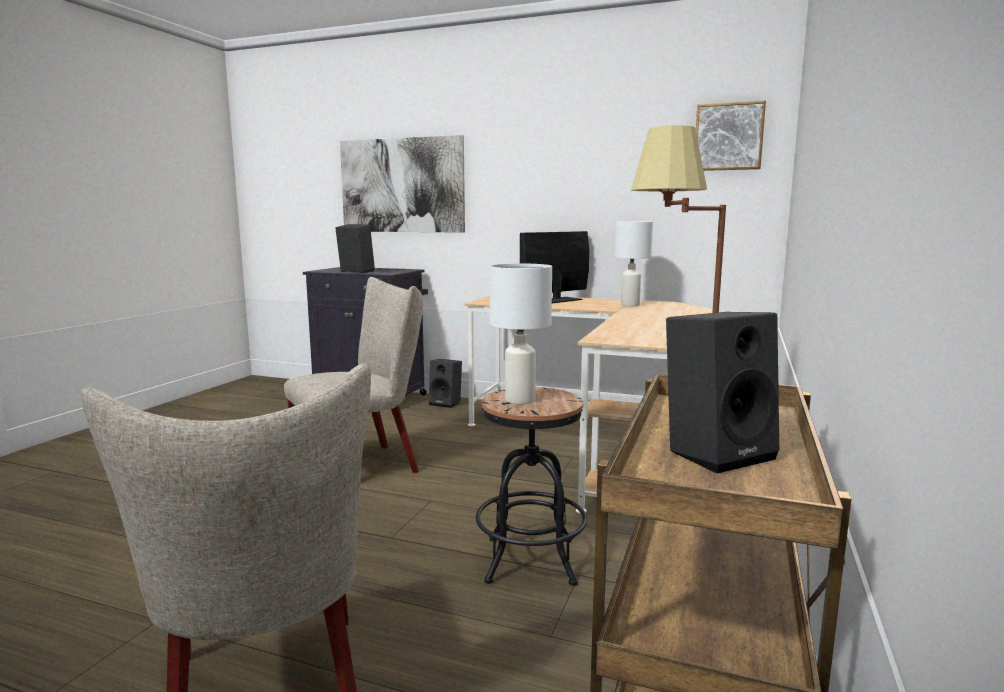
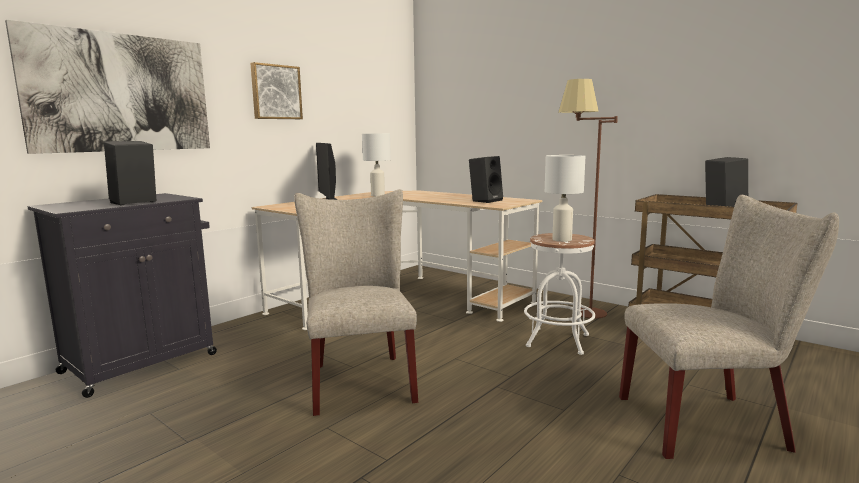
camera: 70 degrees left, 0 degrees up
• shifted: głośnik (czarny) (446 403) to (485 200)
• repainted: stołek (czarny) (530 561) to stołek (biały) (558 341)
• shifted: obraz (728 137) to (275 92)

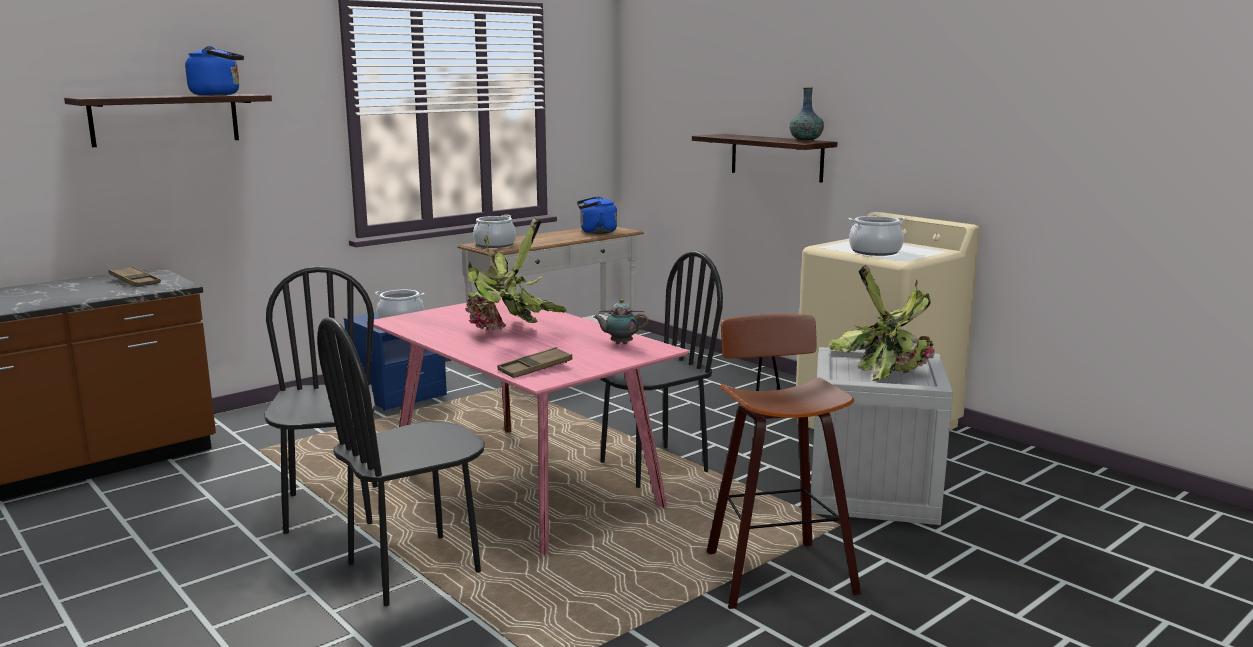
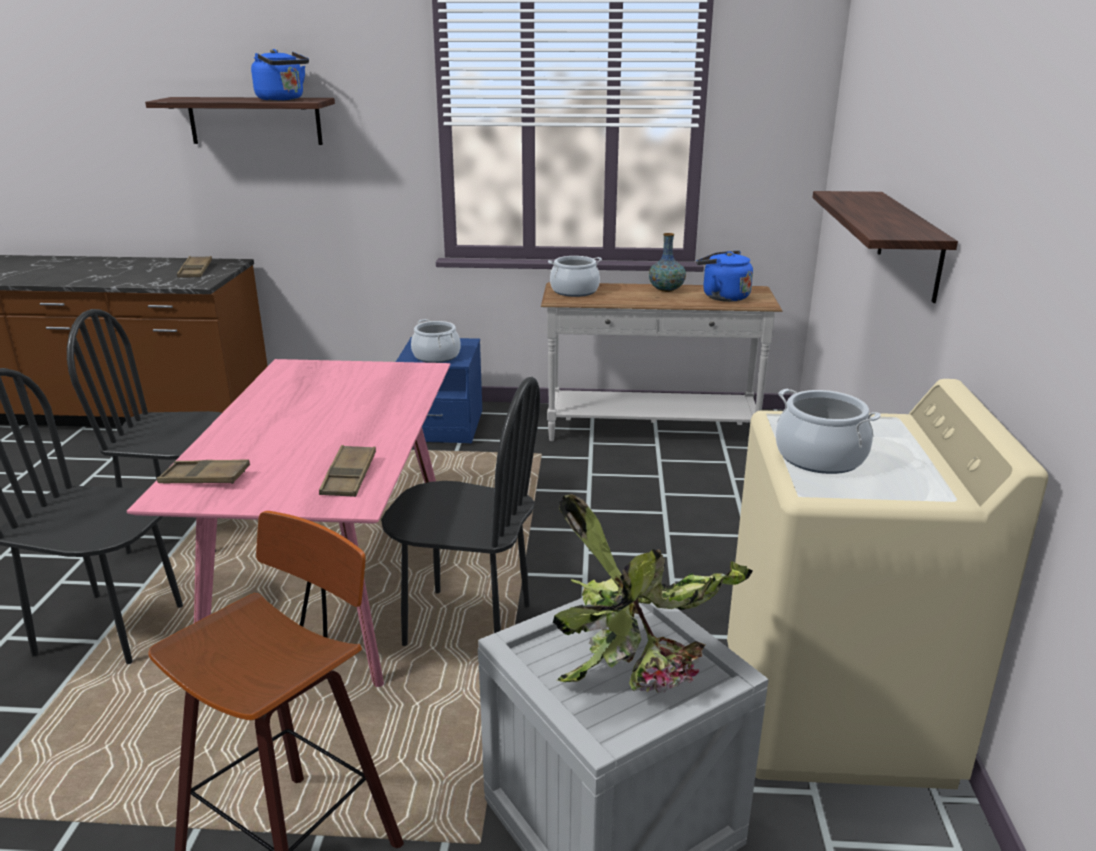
camera: 45 degrees right, 10 degrees up
• rotated: krzesło (czarny) (331 509) = (187 531) 120 degrees counterclockwise
• gone: roślina doniczkowa (508 332)
• swapped: imbryk (620 344) to taca (brązowy) (349 476)
• shifted: wazon (805 141) to (666 289)

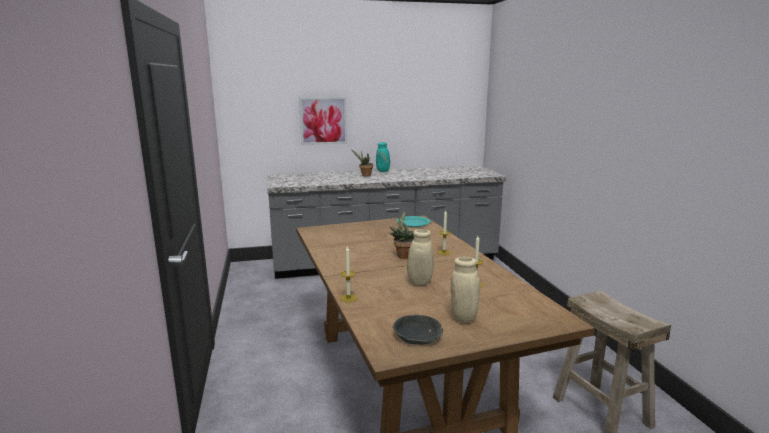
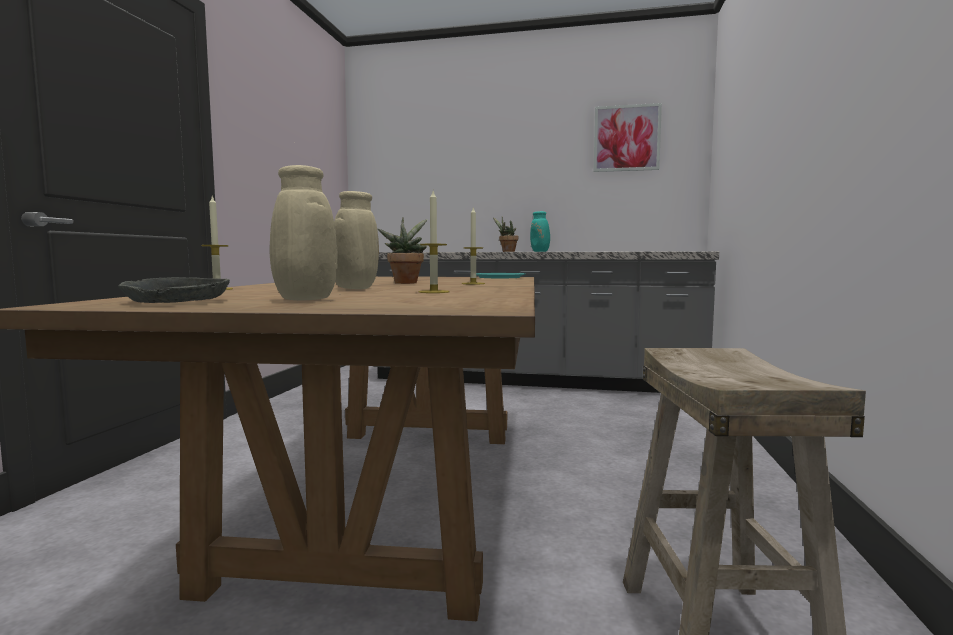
camera: 25 degrees right, 10 degrees down
• shifted: obraz (323 120) to (626 138)

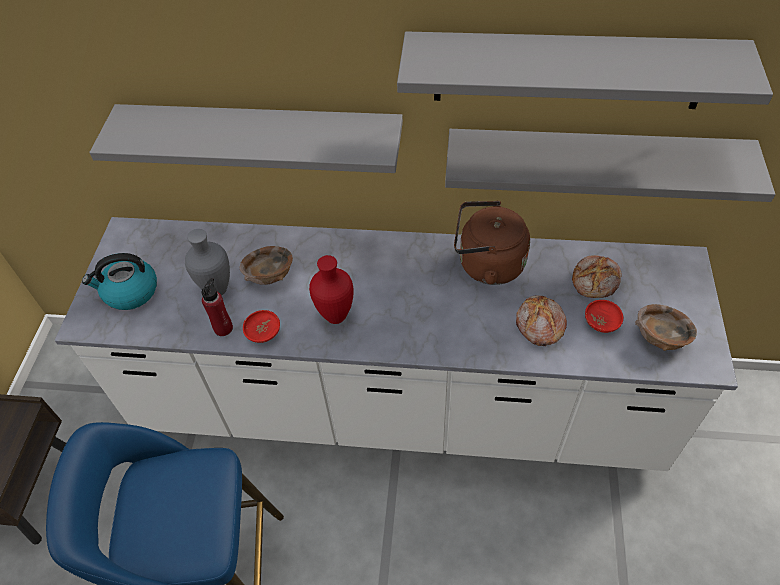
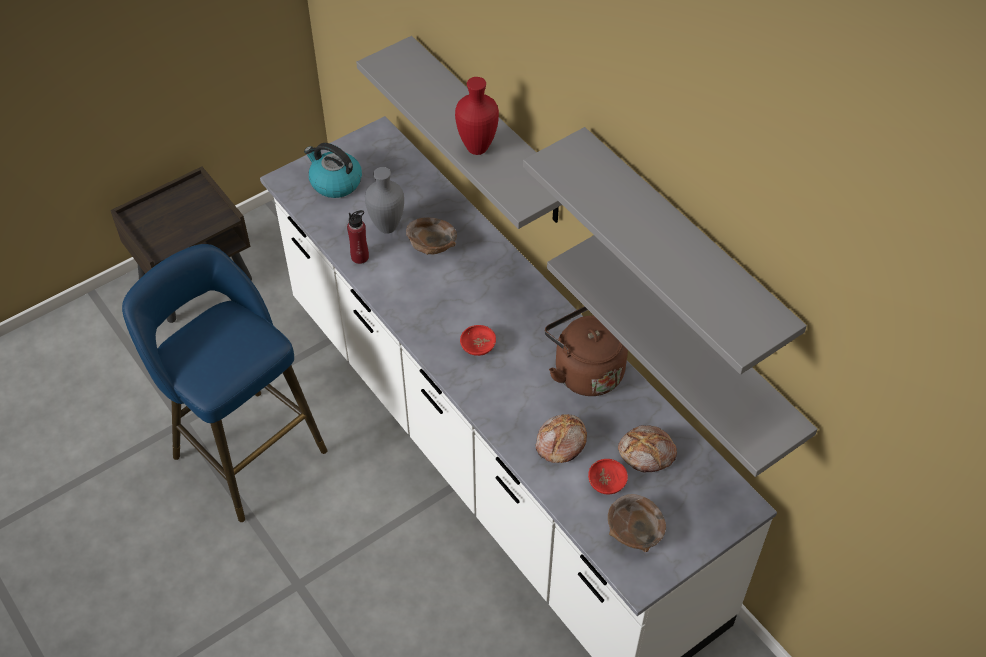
camera: 45 degrees right, 0 degrees up
• shifted: miska (czerwony) (263 332) to (478 347)
• shifted: wazon (czerwony) (337 317) to (477 149)

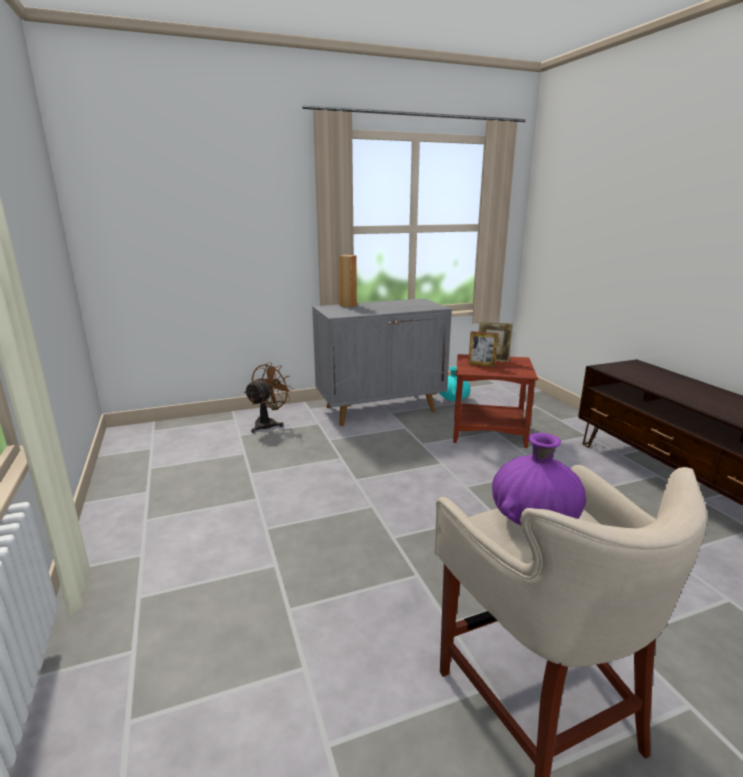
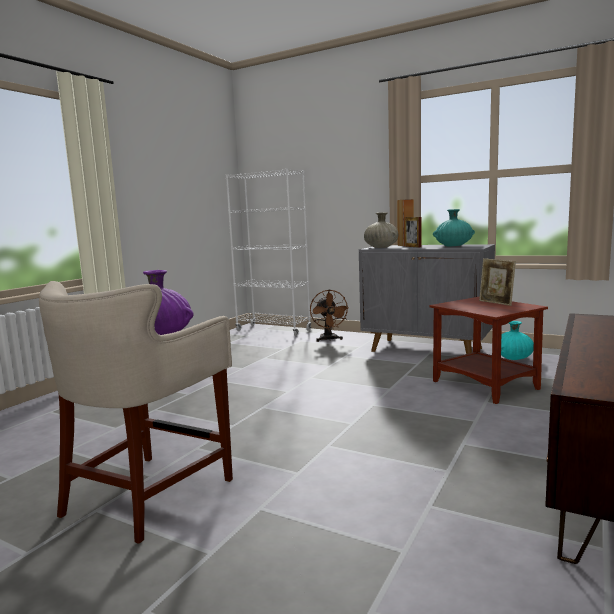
camera: 50 degrees right, 10 degrees down
• rotated: wentylator (brązowy) (269 424) = (329 339) 90 degrees clockwise
• shifted: ramka na zdjęcie (481 365) to (413 246)
• new: regał (biały) (273 330)
• new: wazon (beżowy) (381 247)
• new: wazon (turkusowy) (453 246)

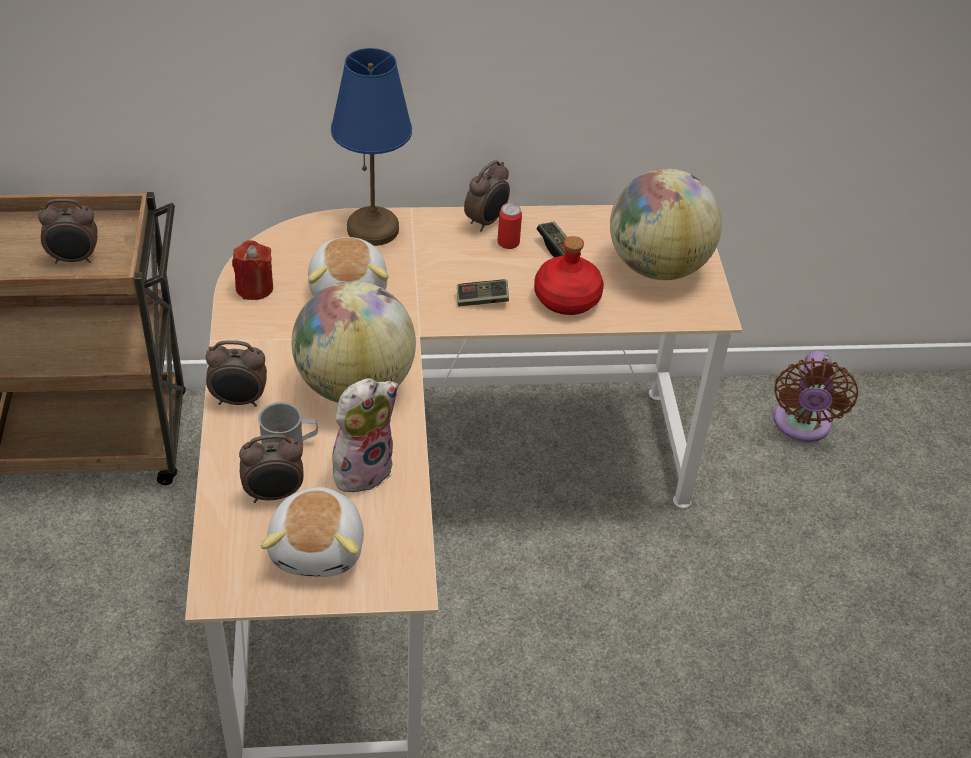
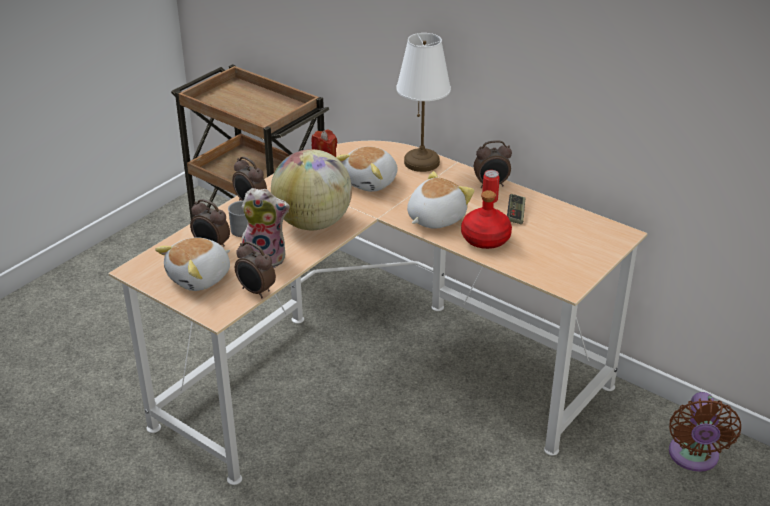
camera: 45 degrees right, 10 degrees down
• shifted: budzik (74 259) to (256 291)
• repainted: lampa stołowa (niebieski) (373 228) to lampa stołowa (biały) (422 162)
• swapped: pad do gier (482 300) to pluszak (434 218)
• gone: globus (657 266)
• rotated: wentylator (brązowy) (801 426) = (693 457) 45 degrees counterclockwise

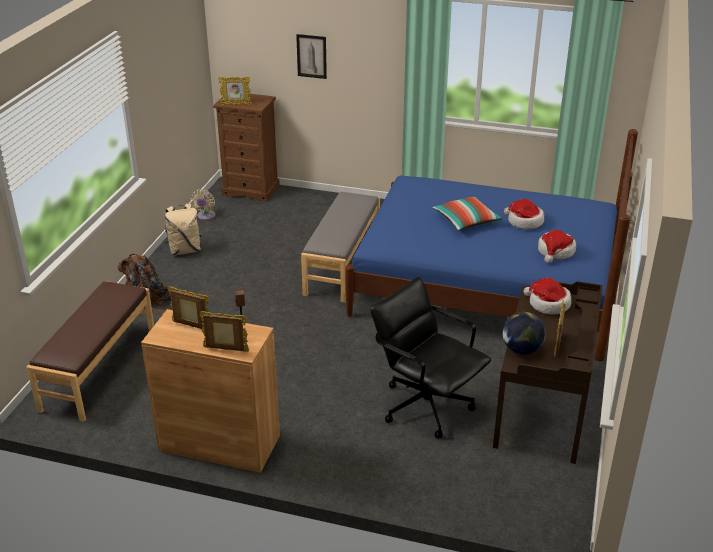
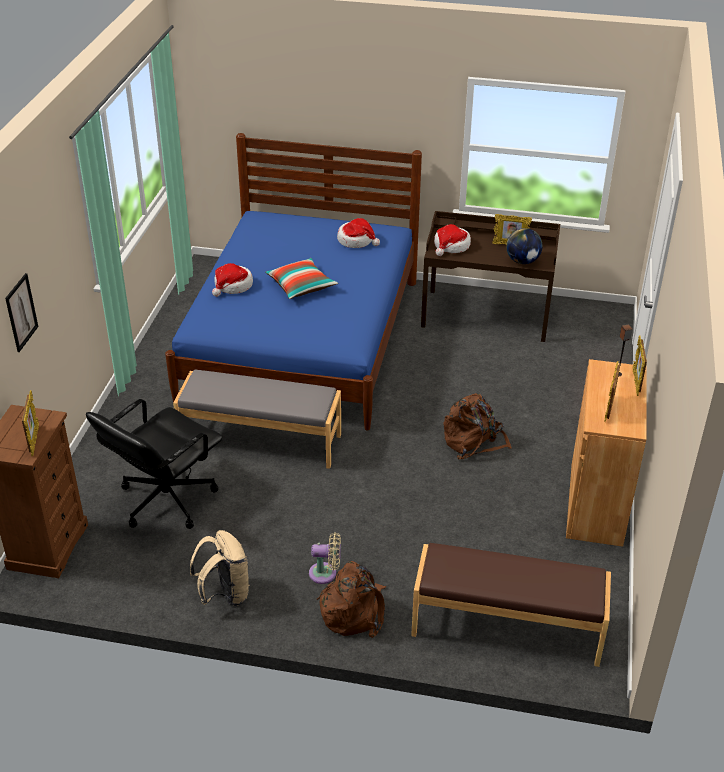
camera: 95 degrees left, 5 degrees up
• shifted: wentylator (beżowy) (205 216) to (326 573)
• shifted: krzesło biurowe (czarny) (426 405) to (165 499)
• shifted: kapelusz (524 222) to (233 286)
• new: plecak (brązowy) (473 441)

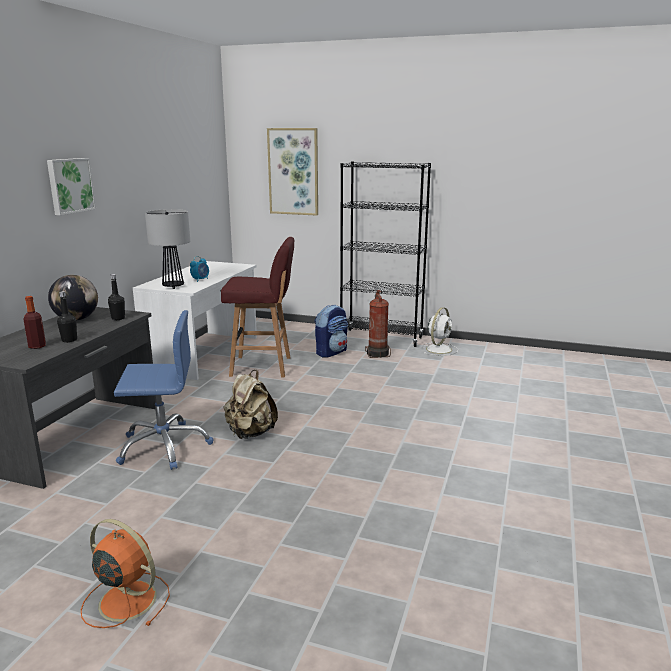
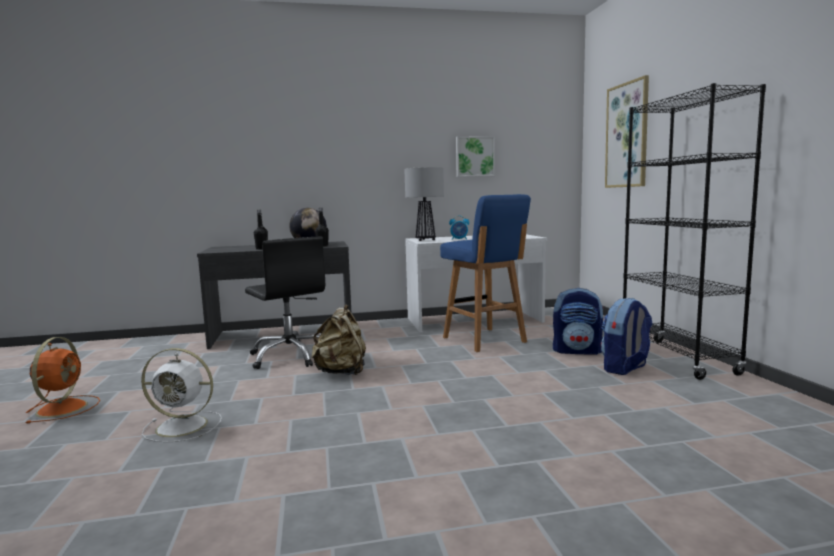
camera: 60 degrees right, 10 degrees down
• gone: butelka (37 346)
• shifted: obraz (70 185) to (474 156)
• repainted: krzesło biurowe (niebieski) (164 446) to krzesło biurowe (czarny) (290 356)
• repainted: stołek (czerwony) (263 367) to stołek (niebieski) (485 340)
• swapped: gaśnica (378 353) to plecak (625 368)
• shifted: wentylator (biały) (439 349) to (184 426)

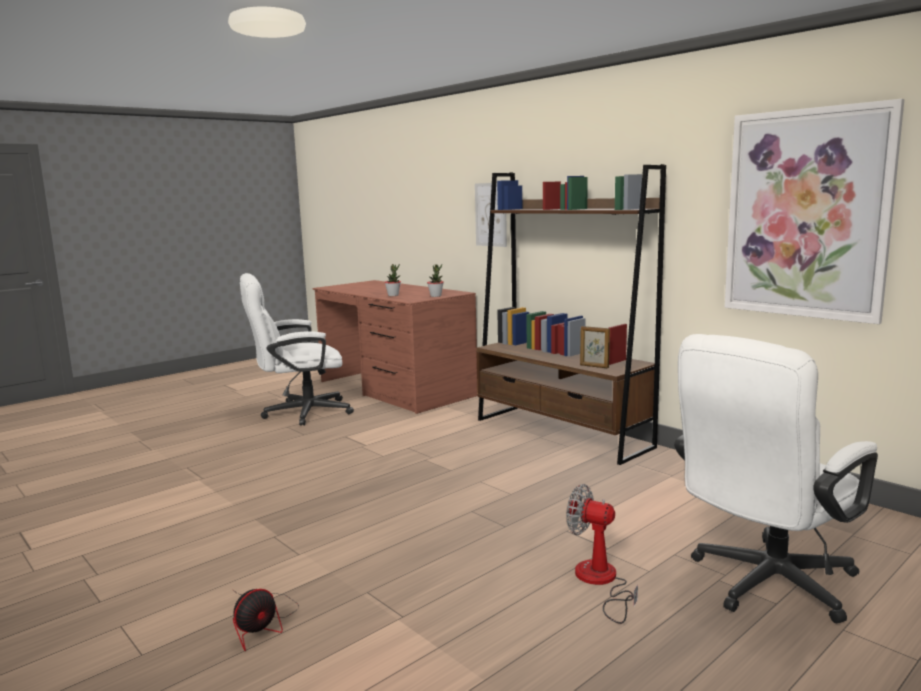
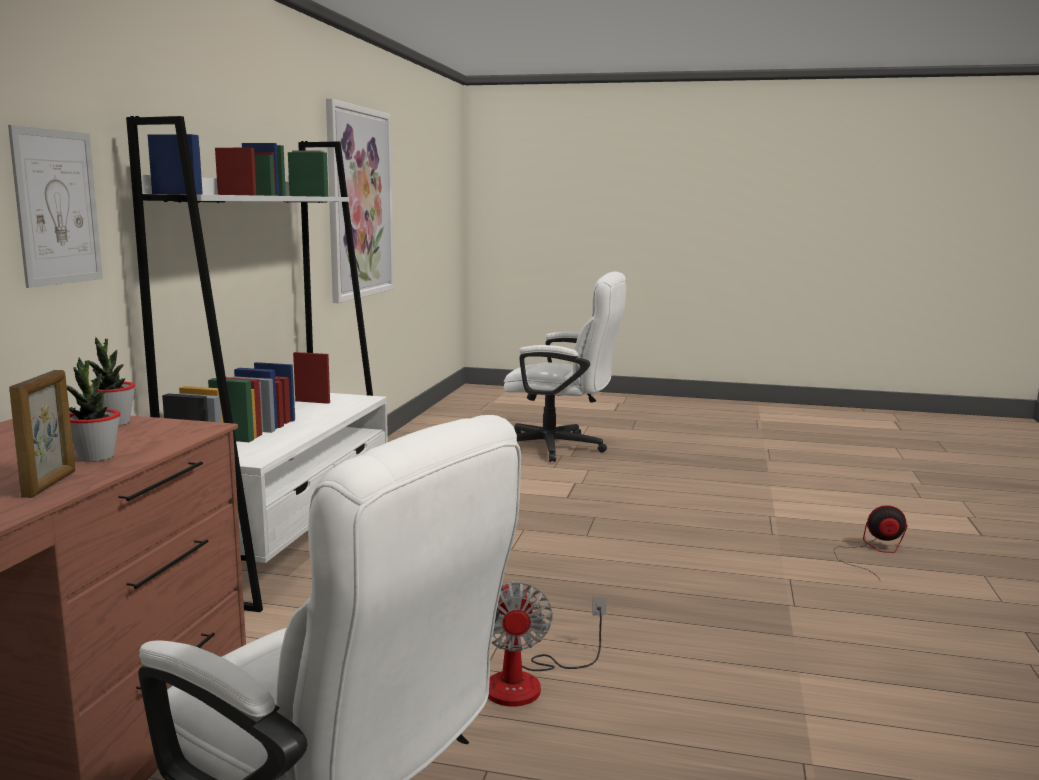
camera: 125 degrees left, 0 degrees up
• repainted: regał (brązowy) (561 433) to regał (biały) (292 543)
• shifted: wentylator (600 582) to (529 682)
• shifted: ramka na zdjęcie (594 366) to (50 484)

